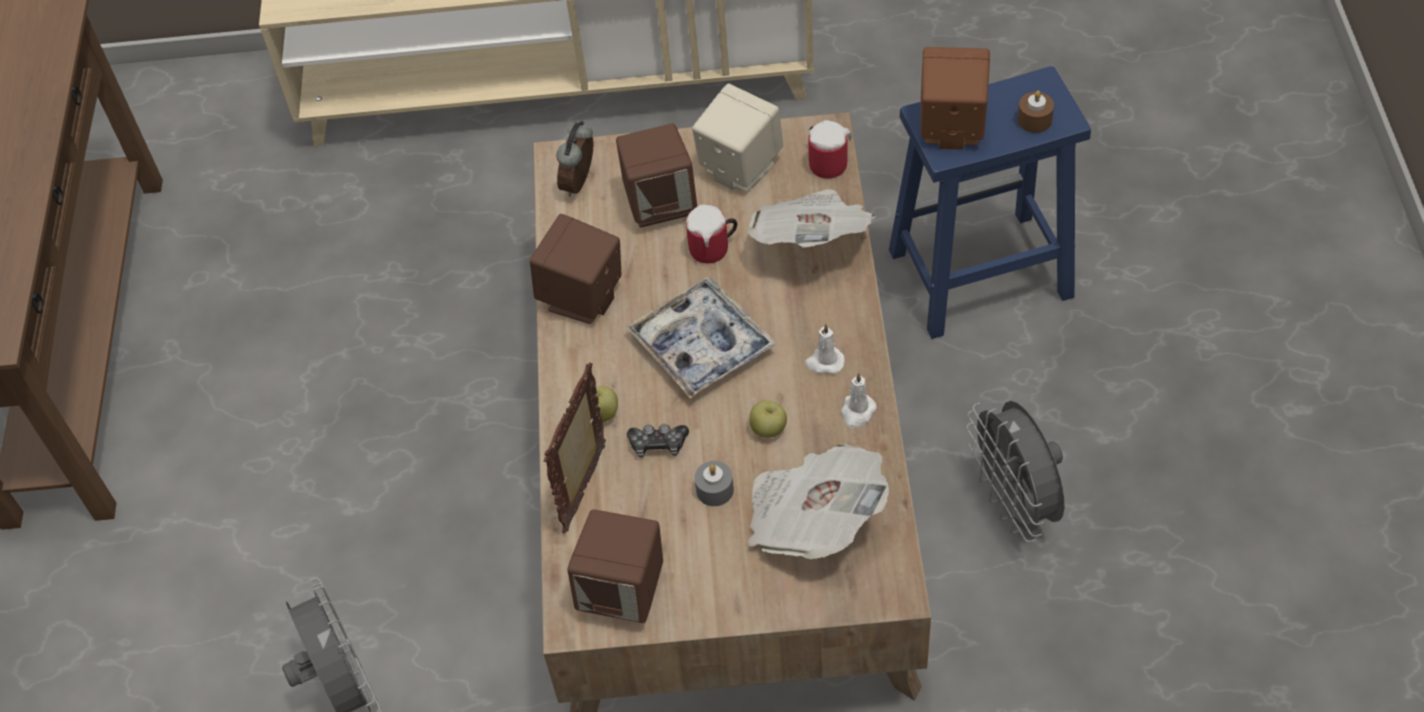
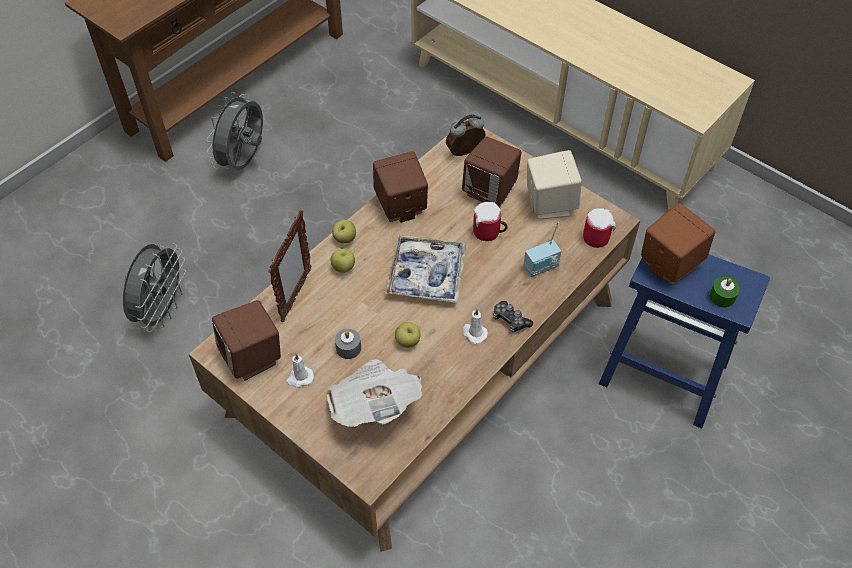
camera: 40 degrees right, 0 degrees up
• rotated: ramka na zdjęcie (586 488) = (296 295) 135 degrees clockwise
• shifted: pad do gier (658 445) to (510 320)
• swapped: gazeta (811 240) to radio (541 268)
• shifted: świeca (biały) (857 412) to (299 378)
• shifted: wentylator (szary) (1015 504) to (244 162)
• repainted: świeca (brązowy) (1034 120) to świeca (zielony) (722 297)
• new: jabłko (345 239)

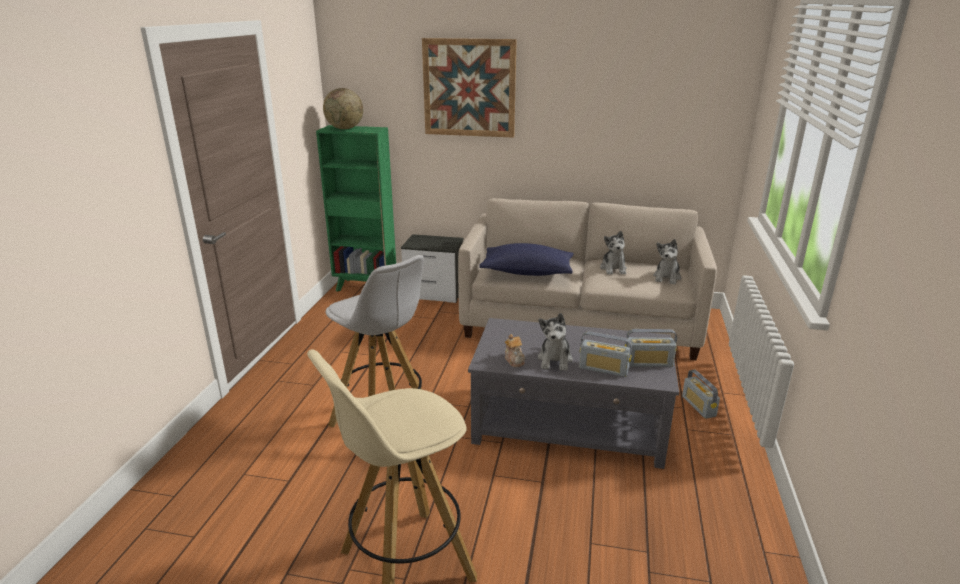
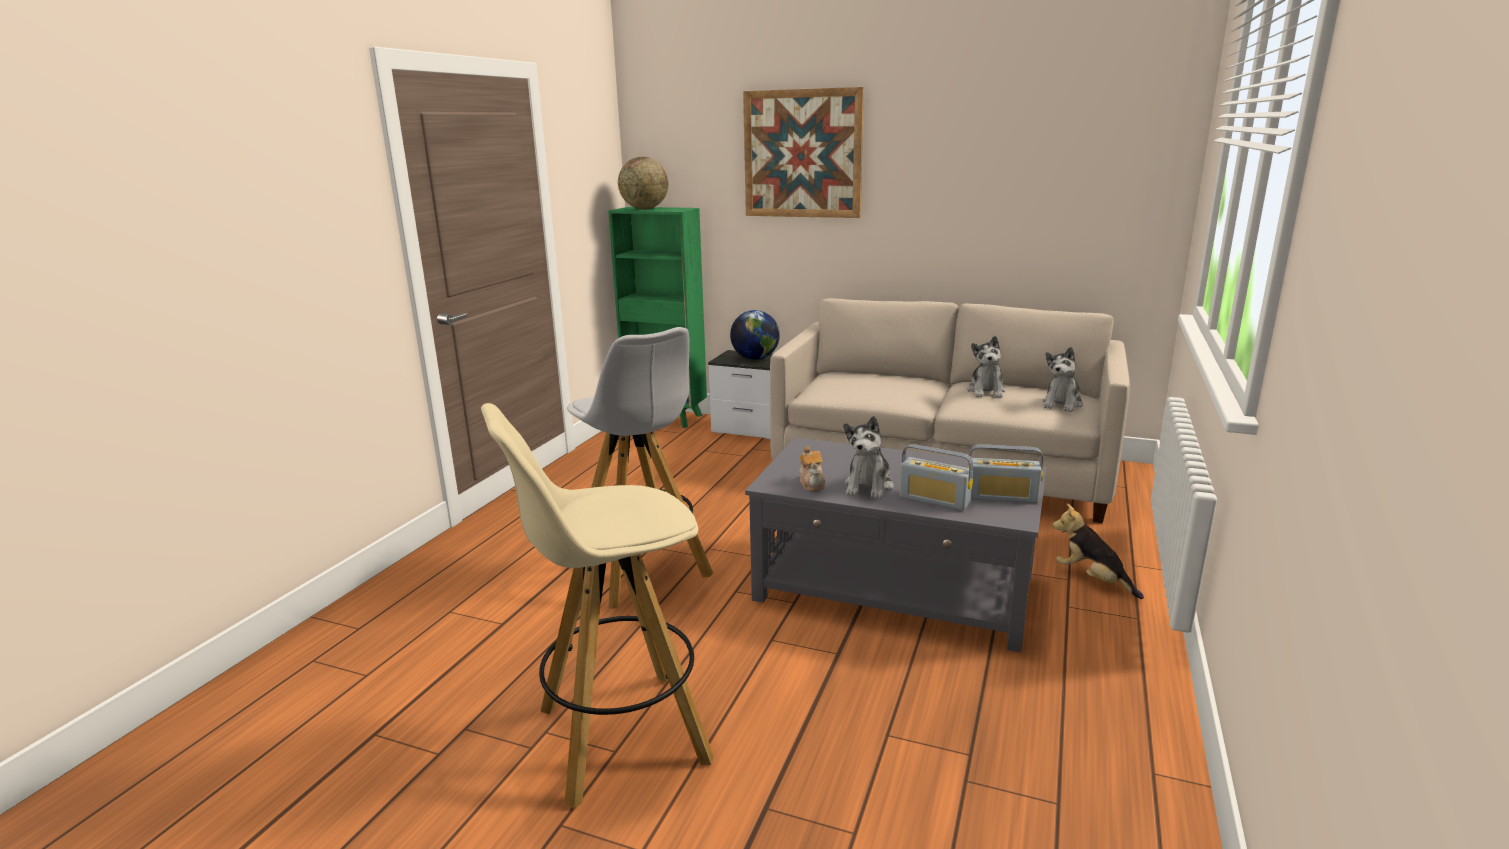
camera: 10 degrees right, 5 degrees down
• gone: poduszka (niebieski) (527 272)
• swapped: radio (698 406) to pluszak (1092 579)
• new: globus (755 358)

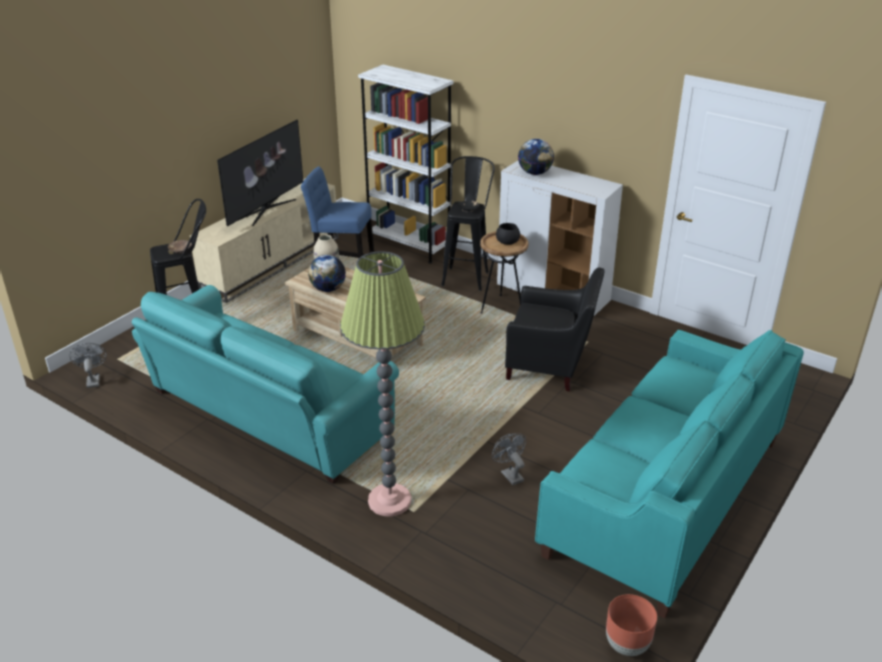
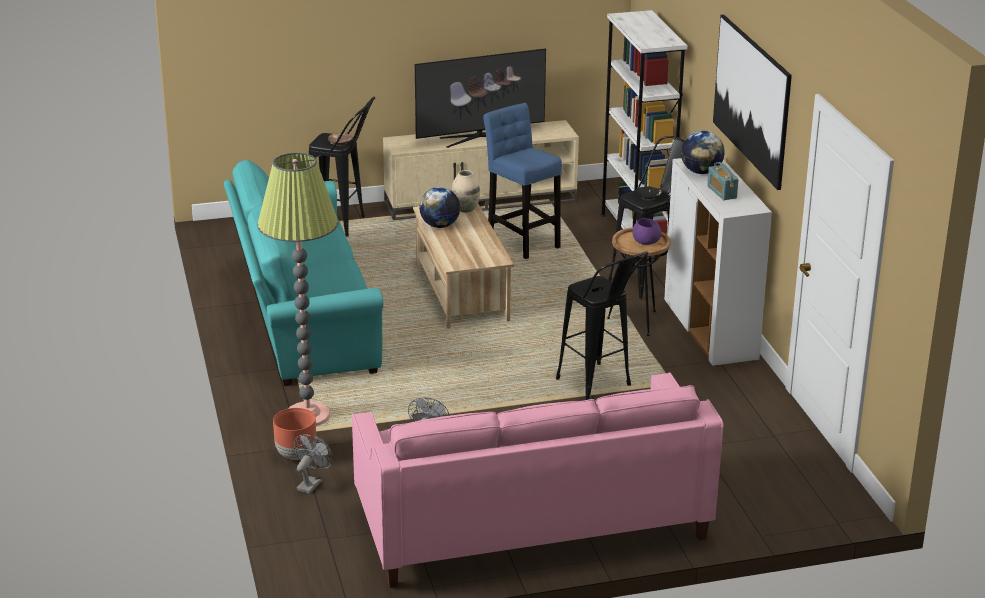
camera: 40 degrees right, 5 degrees down
• shifted: wentylator (szary) (93 380) to (311 483)
• repainted: miska (czarny) (507 242) to miska (fioletowy) (645 241)
• swapped: fotel (czarny) (550 366) to stołek (czarny) (600 387)
• repainted: kanapa (turkusowy) (664 497) to kanapa (różowy) (530 522)
• shifted: donica (brązowy) (627 645) to (296 455)
• new: radio (721 192)
• new: obraz (751 99)

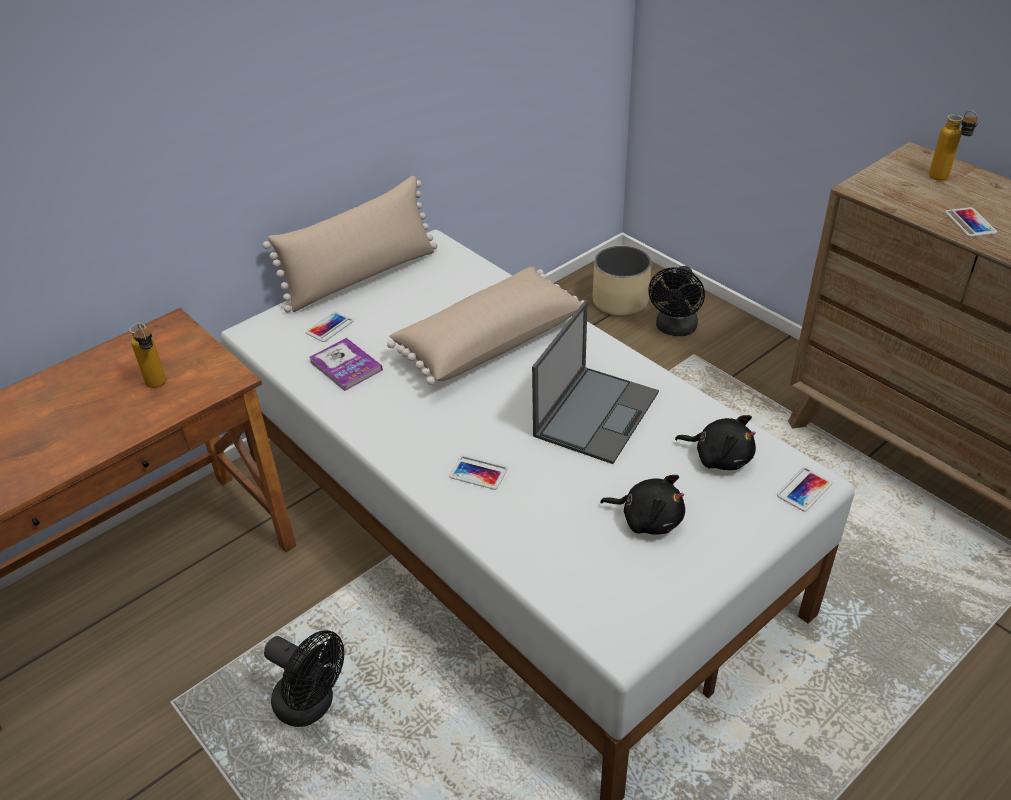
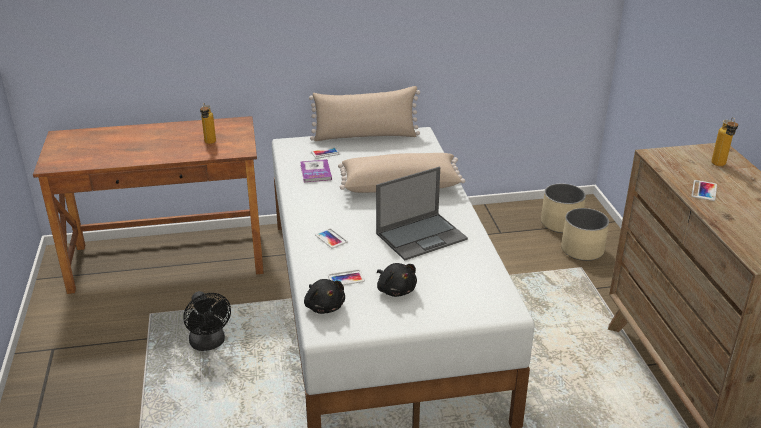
camera: 30 degrees right, 10 degrees down
• swapped: wentylator (czarny) (675 329) to donica (beżowy) (582 250)
• shifted: pluszak (czarny) (719 457) to (324 306)
• shifted: telefon (804 489) to (346 278)

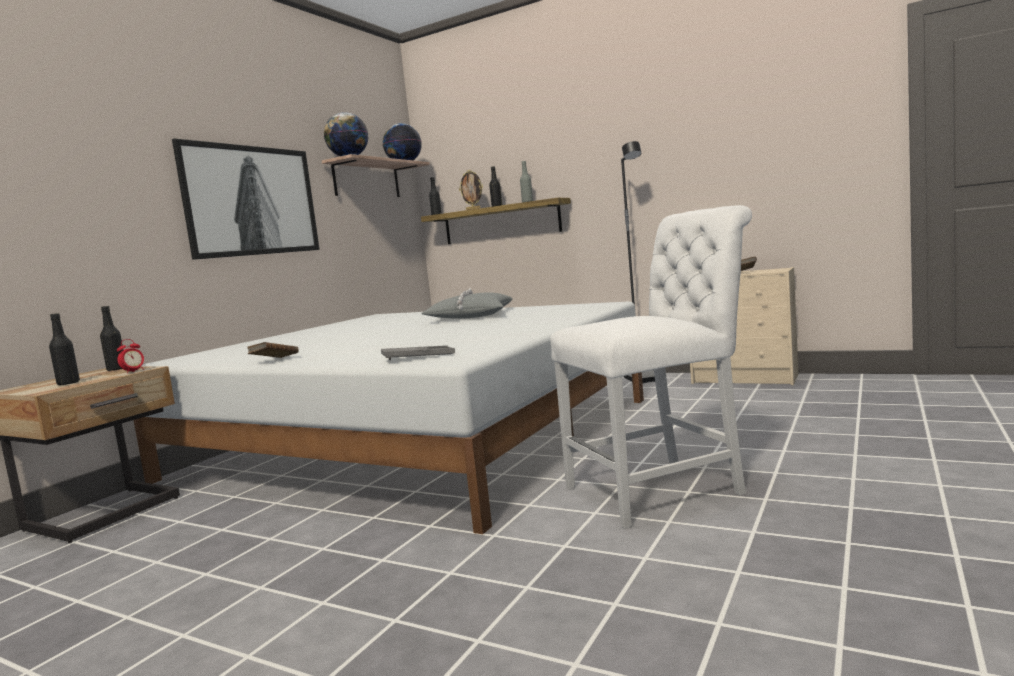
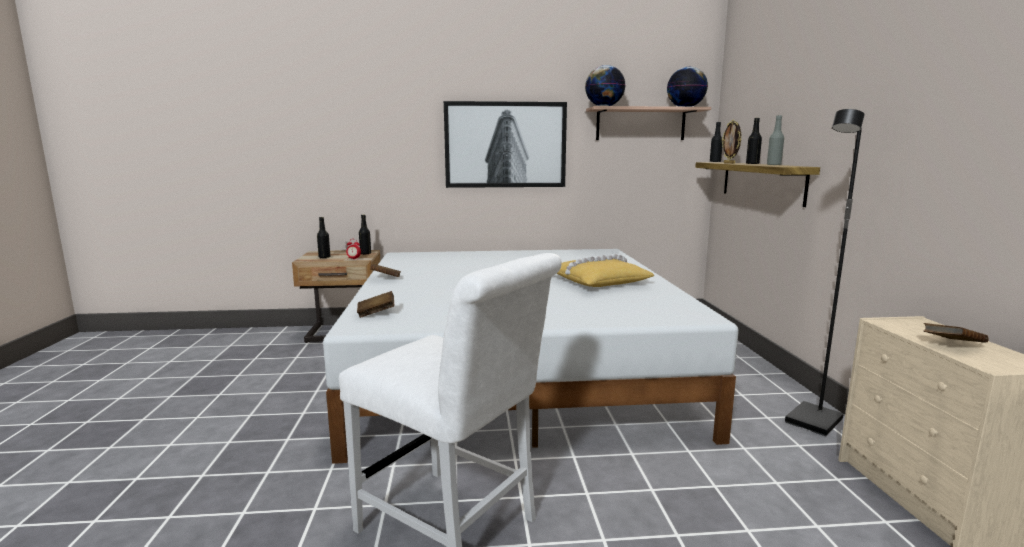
camera: 55 degrees right, 5 degrees up
• swapped: taca (szary) (418 357) to książka (brązowy) (376 313)
• repainted: poduszka (szary) (470 316) to poduszka (żółty) (597 281)

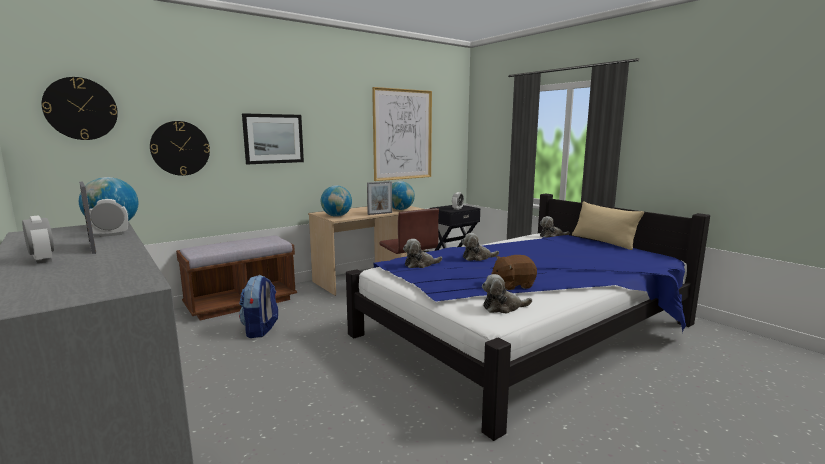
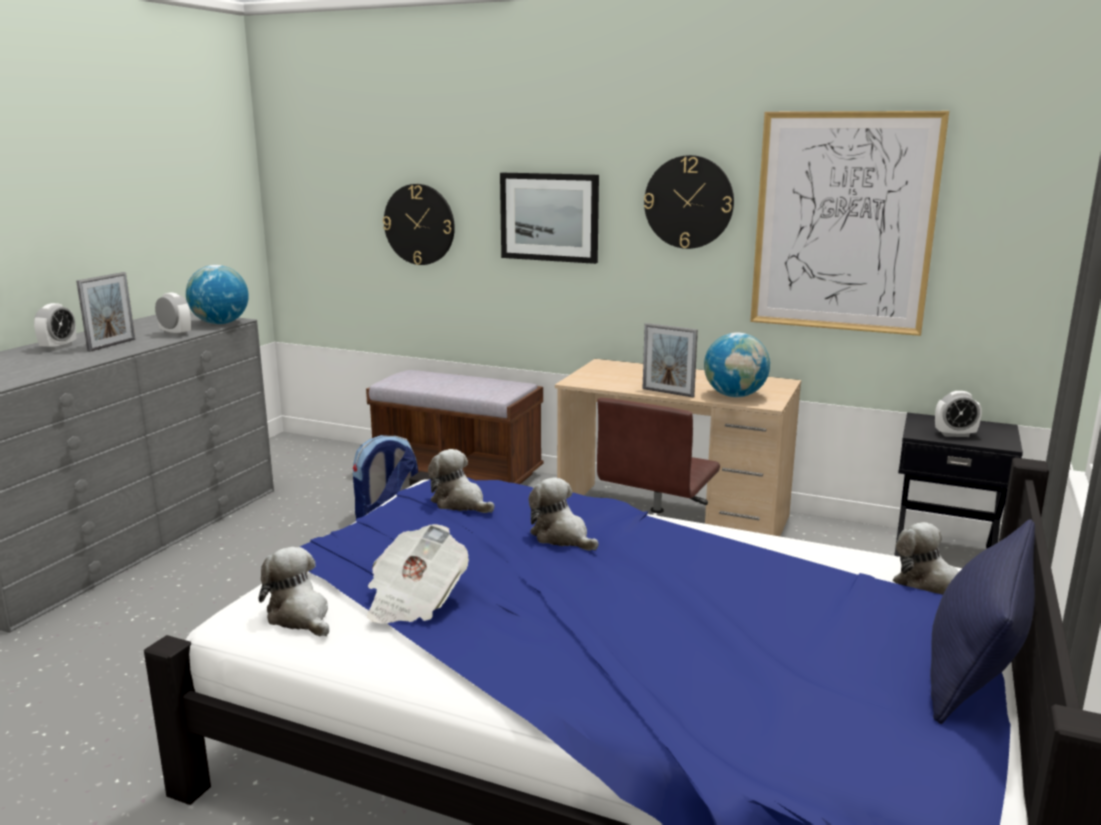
camera: 60 degrees right, 5 degrees up
• shifted: zegar ścienny (81 109) to (688 202)
• gone: globus (337 216)
• swapped: pluszak (brązowy) (513 285) to gazeta (414 601)
• repainted: poduszka (beżowy) (603 241) to poduszka (niebieski) (974 665)

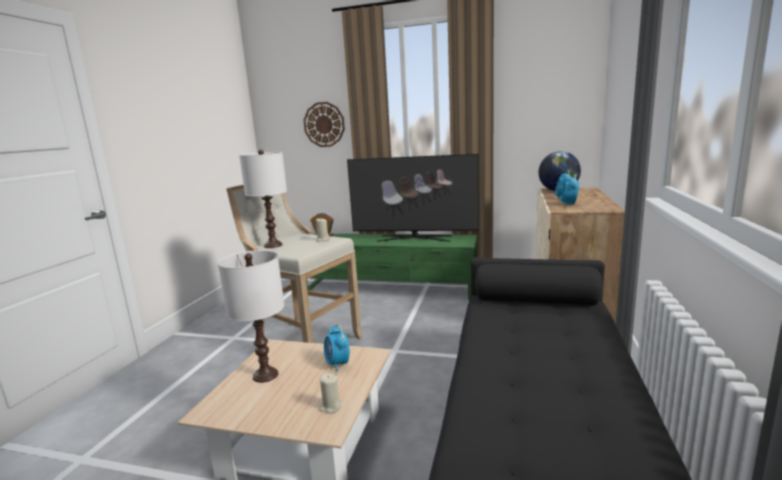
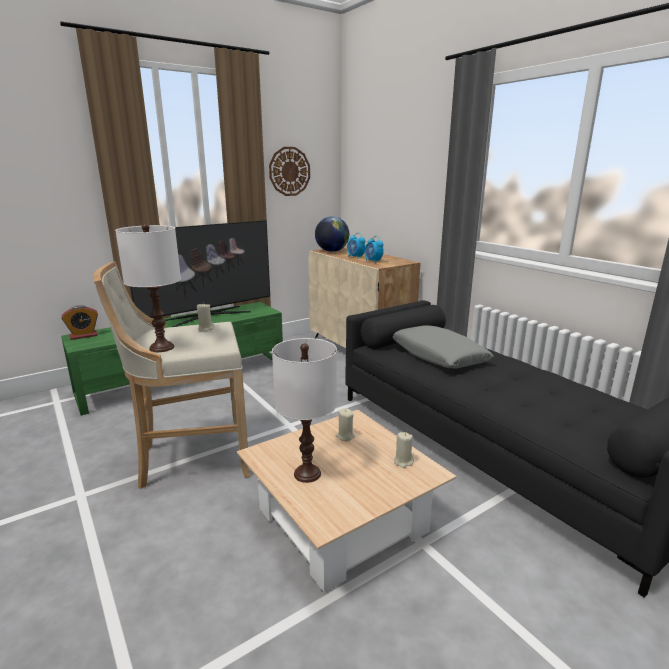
camera: 50 degrees left, 5 degrees up
• shifted: zegar ścienny (324 124) to (289 171)
• swapped: budzik (337 364) to świeca (beżowy) (345 436)
• new: poduszka (szary) (438 356)

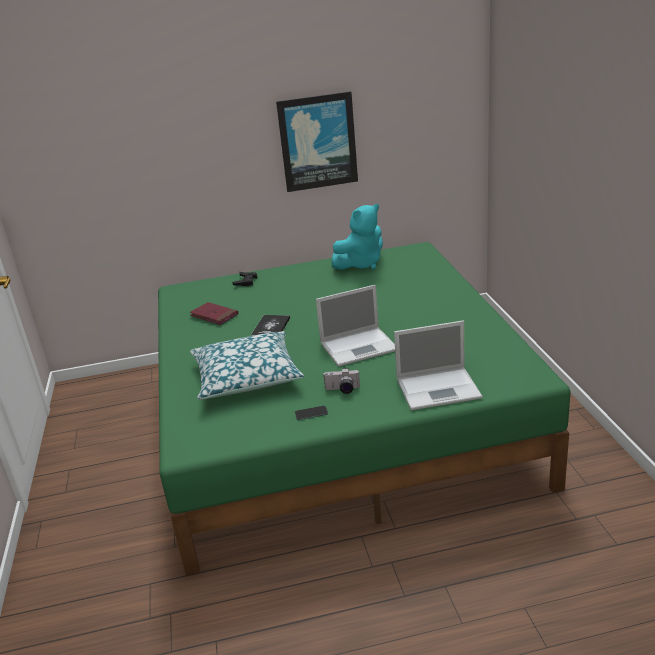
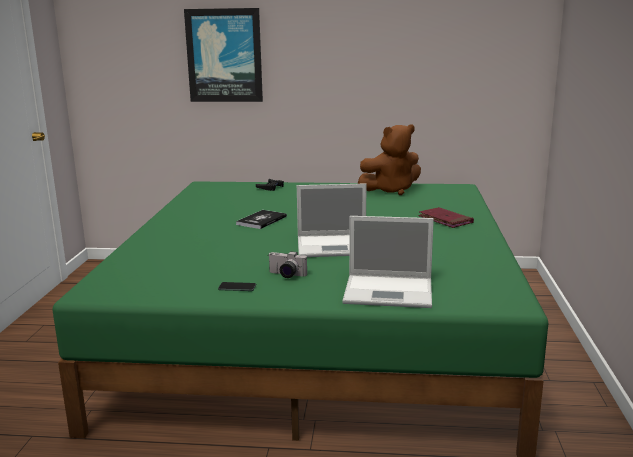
camera: 15 degrees right, 10 degrees down
• shifted: książka (czerwony) (214 315) to (445 220)
• gone: poduszka (247 376)
• shifted: obraz (318 142) to (224 55)
• repainted: pluszak (turkusowy) (361 264) to pluszak (brązowy) (391 190)

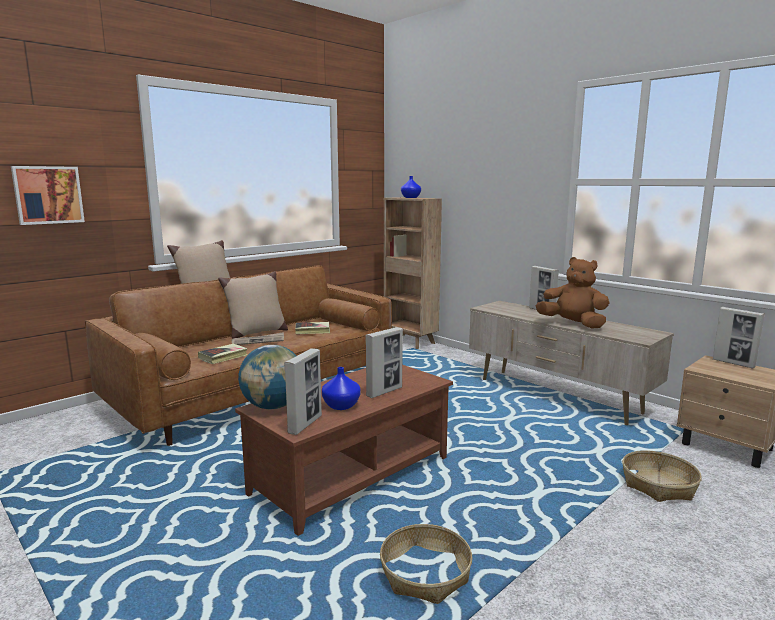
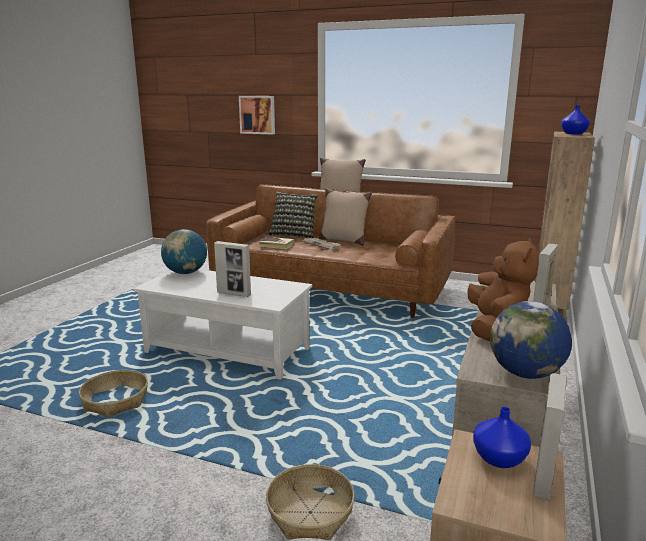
camera: 65 degrees right, 5 degrees up
• repainted: ława (brązowy) (351 475) to ława (biały) (228 350)
• gone: ramka na zdjęcie (305 424)
• gone: książka (312 331)
• shifted: wazon (niebieski) (342 406) to (500 459)
• new: poduszka (294 234)
• new: globus (525 373)

